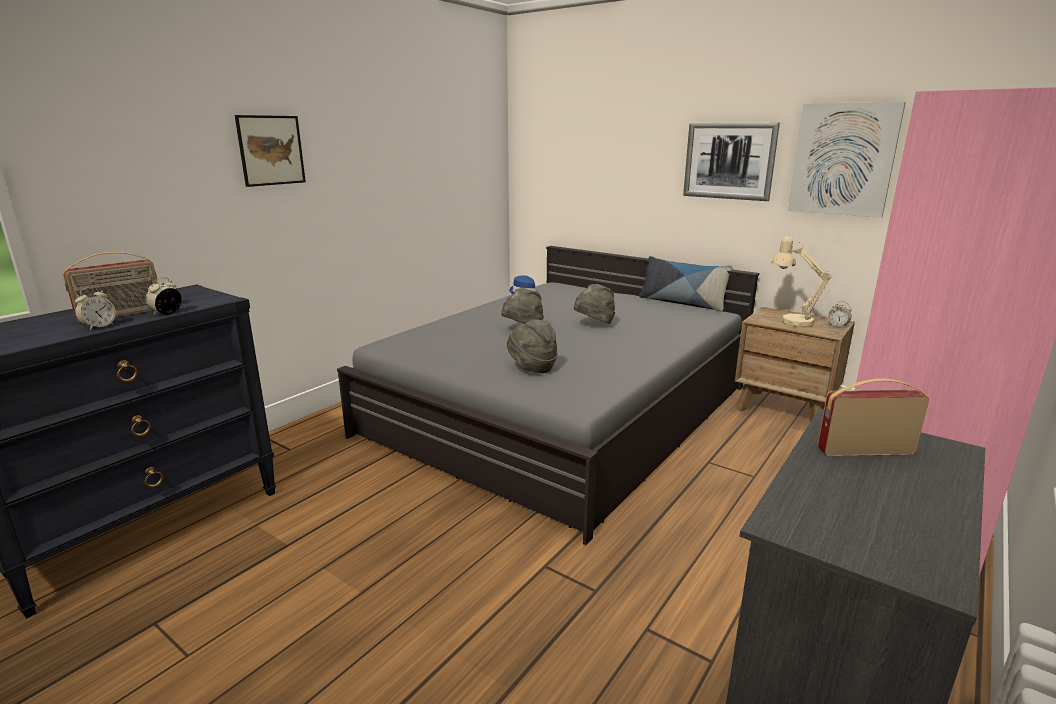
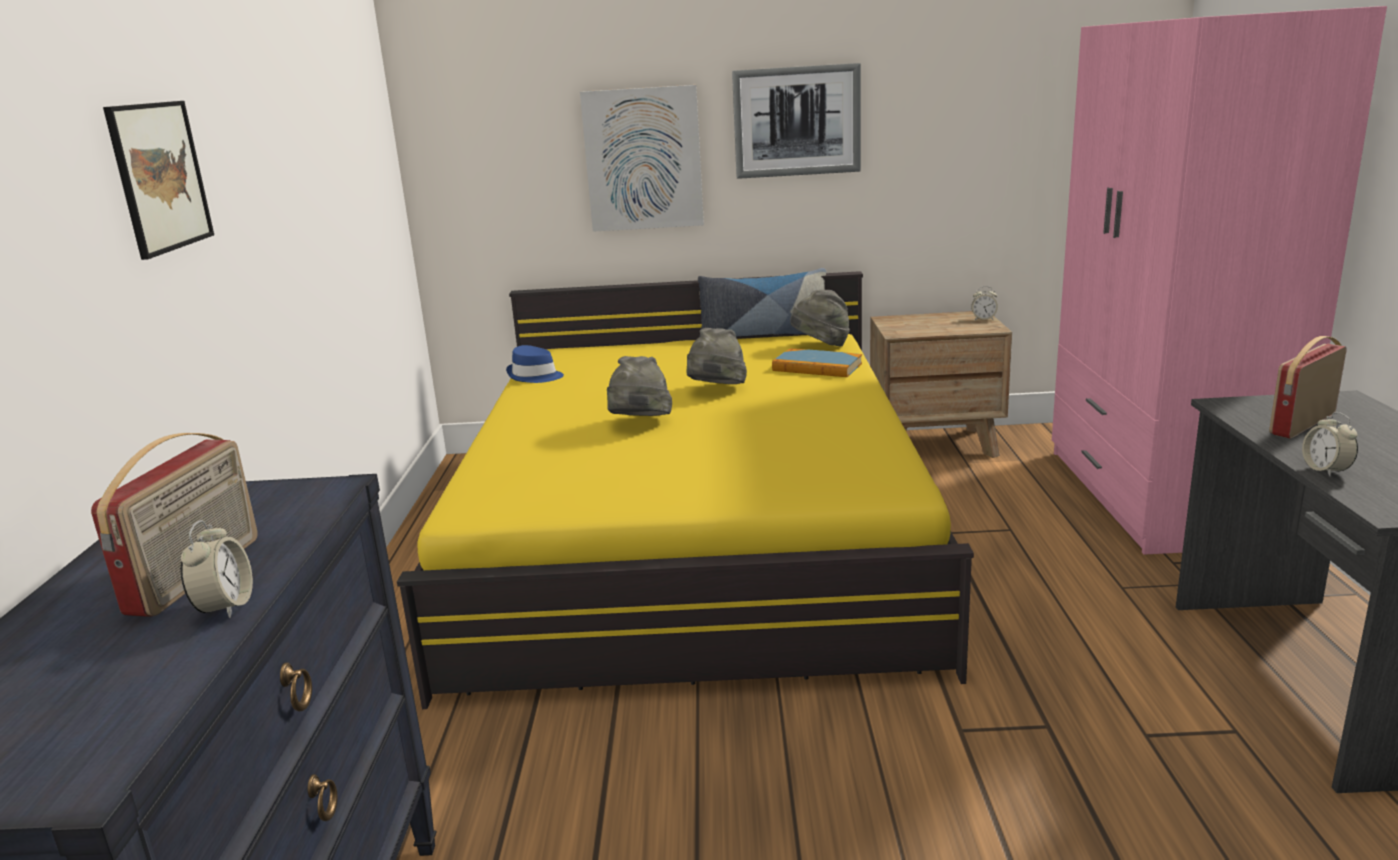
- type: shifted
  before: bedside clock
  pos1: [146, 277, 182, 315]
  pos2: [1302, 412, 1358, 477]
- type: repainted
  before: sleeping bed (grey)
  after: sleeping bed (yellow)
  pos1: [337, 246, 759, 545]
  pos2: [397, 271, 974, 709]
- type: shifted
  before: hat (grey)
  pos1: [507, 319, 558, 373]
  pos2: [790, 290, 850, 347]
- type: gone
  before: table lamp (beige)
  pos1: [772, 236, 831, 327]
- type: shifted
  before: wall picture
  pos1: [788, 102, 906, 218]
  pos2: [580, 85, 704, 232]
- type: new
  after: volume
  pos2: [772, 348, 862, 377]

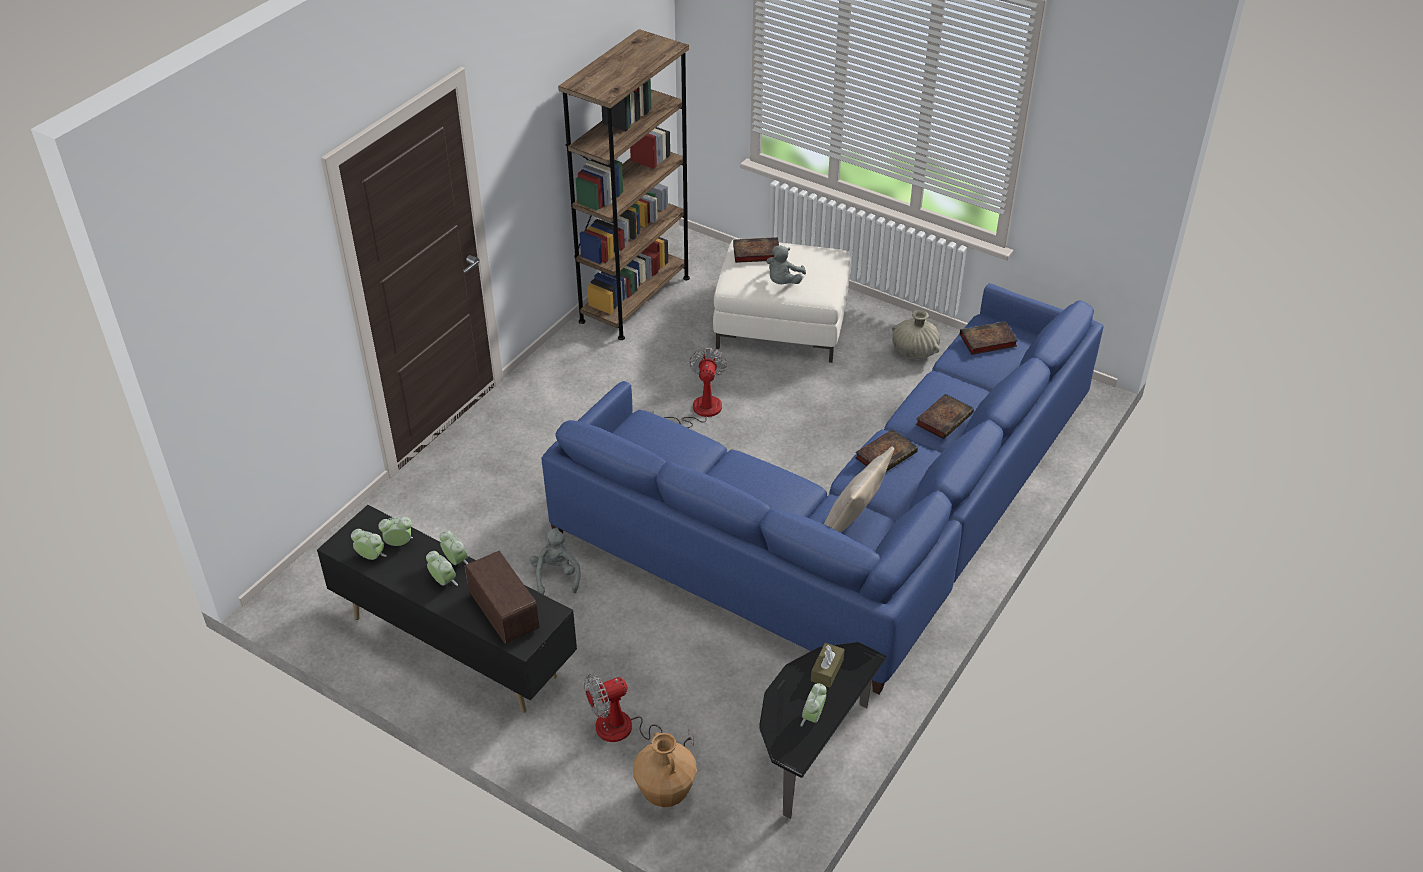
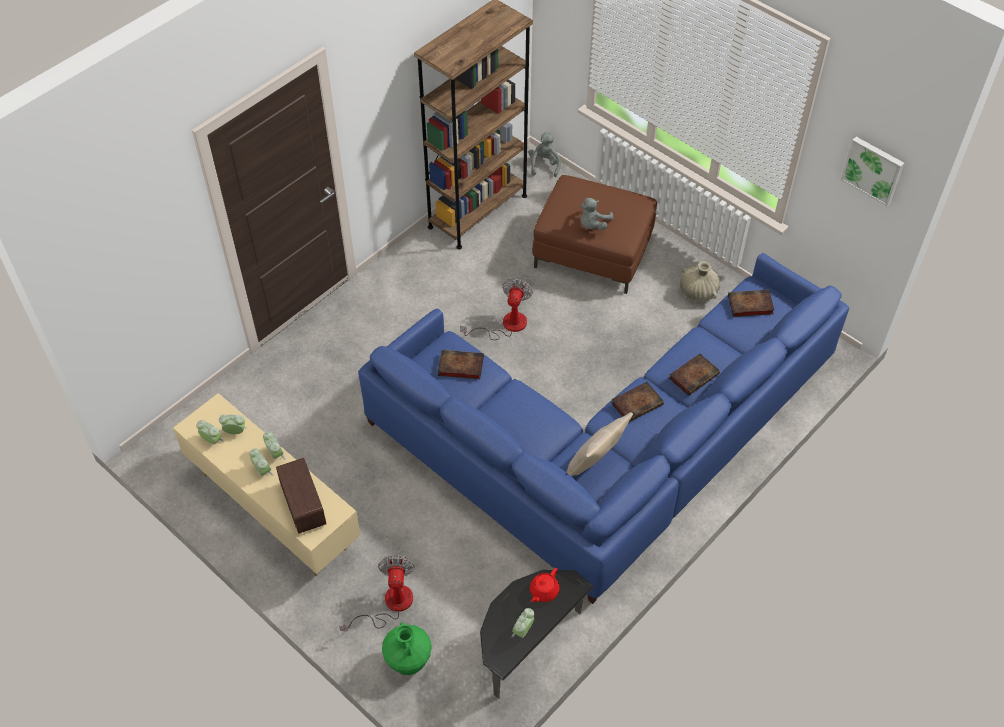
- type: repainted
  before: media console (blackish)
  after: media console (beige)
  pos1: [317, 505, 577, 713]
  pos2: [173, 393, 361, 576]
- type: shifted
  before: cuddly toy (grey)
  pos1: [530, 527, 581, 594]
  pos2: [528, 132, 561, 177]
- type: rotated
  before: fan
  pos1: [584, 674, 693, 747]
  pos2: [339, 555, 415, 631]
  turn: 105
- type: repainted
  before: vase (brown)
  after: vase (greenish)
  pos1: [633, 732, 697, 807]
  pos2: [382, 622, 432, 675]
- type: repainted
  before: pouffe (white-coloured)
  after: pouffe (brown)
  pos1: [713, 240, 850, 363]
  pos2: [532, 175, 657, 294]
- type: shifted
  before: volume
  pos1: [733, 237, 779, 263]
  pos2: [438, 350, 484, 379]
- type: swapped
  before: tissue holder (brown)
  after: pot for tea (red)
  pos1: [811, 643, 845, 688]
  pos2: [530, 568, 559, 602]
- type: new
  after: wall picture
  pos2: [841, 137, 904, 206]

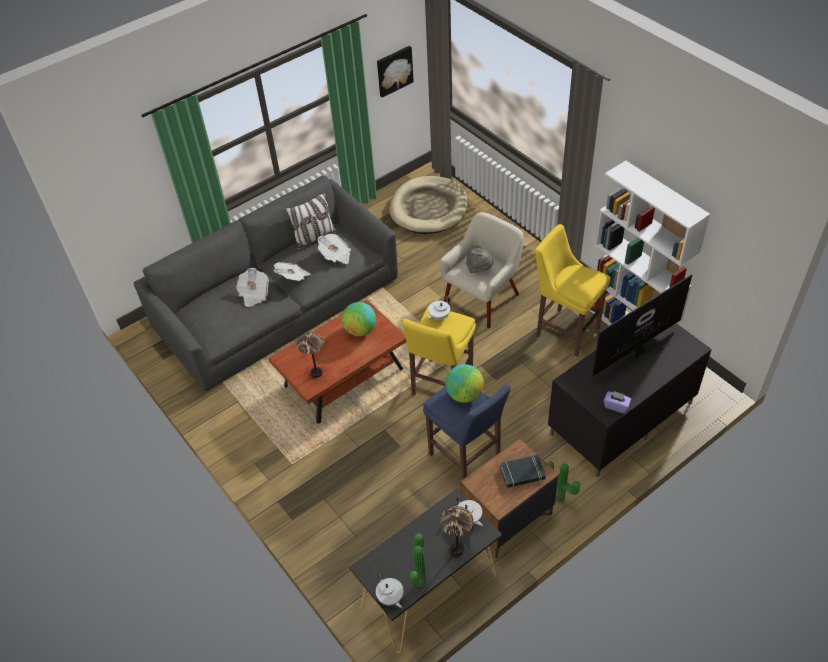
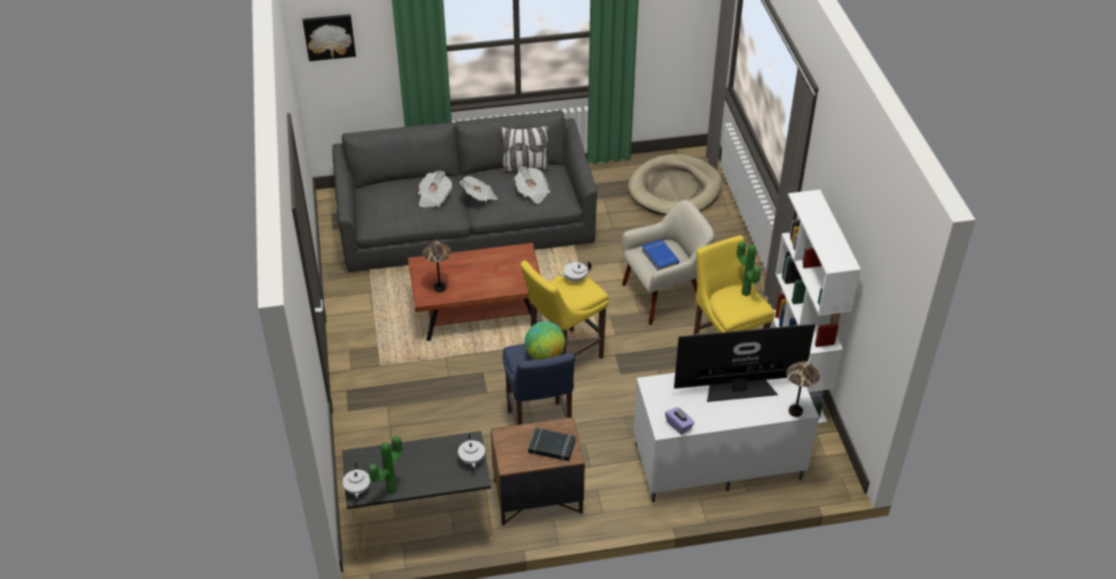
- type: gone
  before: globe
  pos1: [342, 302, 376, 336]
- type: shifted
  before: wall picture
  pos1: [377, 46, 414, 98]
  pos2: [303, 14, 356, 61]
- type: shifted
  before: table lamp
  pos1: [440, 506, 474, 555]
  pos2: [786, 361, 820, 417]
- type: swapped
  before: hat (grey)
  after: volume (blue-coloured)
  pos1: [466, 245, 494, 273]
  pos2: [642, 239, 679, 271]
- type: shifted
  before: plant in a pot
  pos1: [547, 461, 580, 503]
  pos2: [737, 241, 761, 296]
- type: repainted
  before: media console (blackish)
  after: media console (white-coloured)
  pos1: [548, 323, 712, 477]
  pos2: [633, 373, 819, 502]

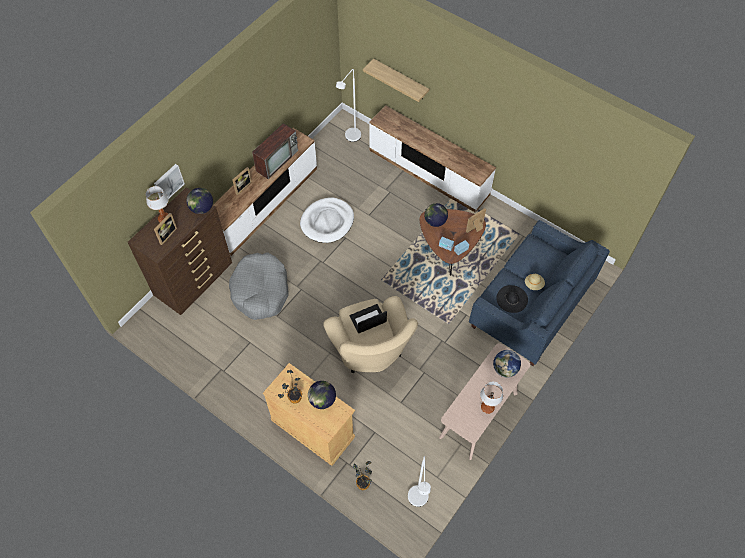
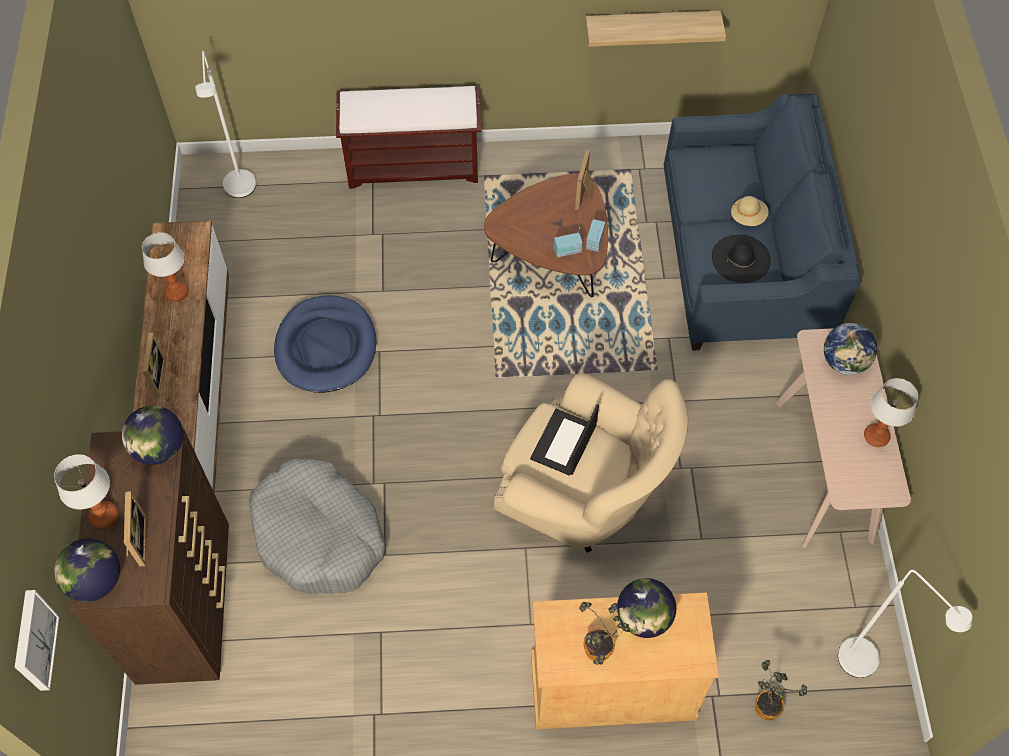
- type: shifted
  before: wall picture
  pos1: [154, 164, 185, 199]
  pos2: [15, 590, 59, 691]
- type: swapped
  before: TV
  after: table lamp
  pos1: [252, 123, 298, 179]
  pos2: [142, 232, 189, 302]
- type: repainted
  before: pet bed (white-coloured)
  after: pet bed (blue-coloured)
  pos1: [300, 198, 354, 243]
  pos2: [274, 295, 377, 393]
- type: shifted
  before: wall shelf
  pos1: [363, 59, 429, 102]
  pos2: [586, 11, 726, 47]
- type: swapped
  before: media console
  after: bench (brown)
  pos1: [369, 105, 496, 213]
  pos2: [336, 86, 482, 189]
- type: shifted
  before: globe
  pos1: [424, 203, 448, 227]
  pos2: [54, 538, 120, 602]

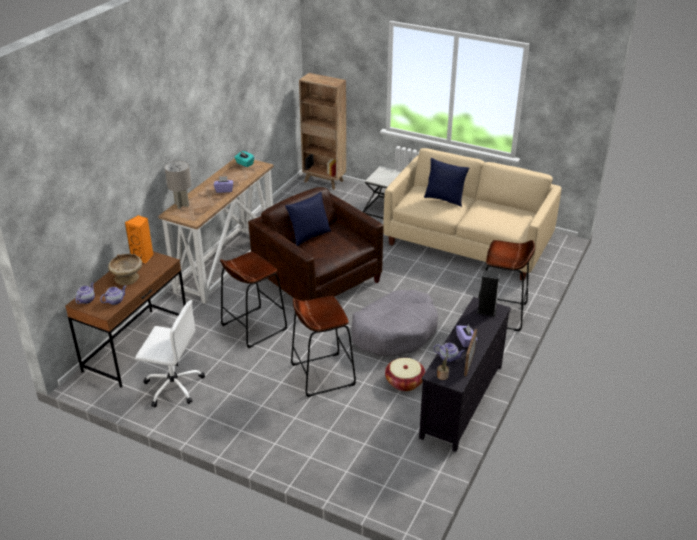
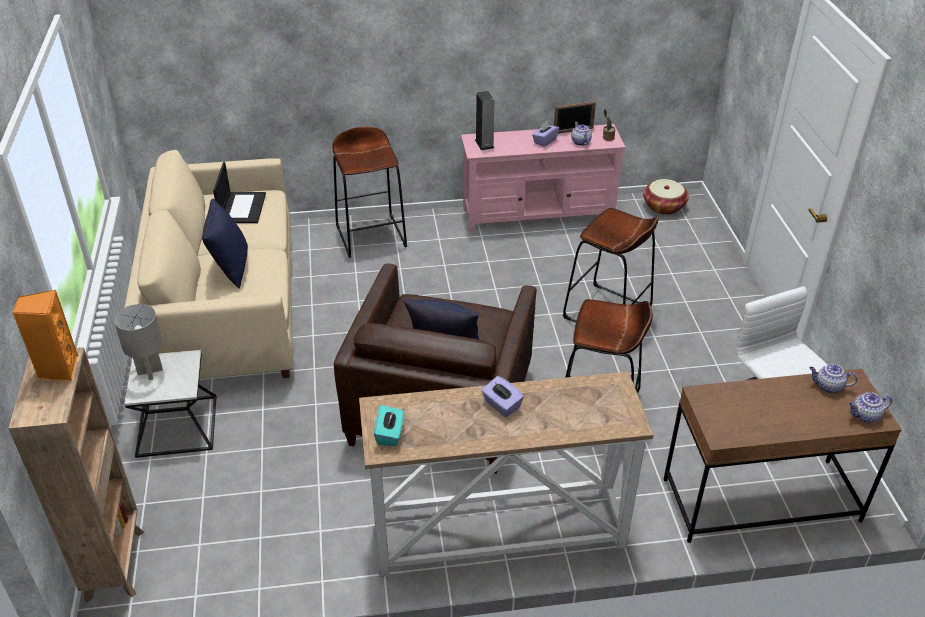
- type: gone
  before: bowl (beige)
  pos1: [108, 254, 142, 285]
- type: shifted
  before: audio speaker (orange)
  pos1: [125, 215, 154, 263]
  pos2: [12, 290, 78, 381]
- type: shifted
  before: table lamp (grey)
  pos1: [165, 161, 191, 209]
  pos2: [114, 304, 163, 380]
- type: gone
  before: pet bed (grey)
  pos1: [351, 289, 438, 356]
- type: shifted
  before: household basket
  pos1: [385, 358, 425, 391]
  pos2: [643, 179, 689, 215]
- type: repainted
  before: media console (blackish)
  after: media console (pink-coloured)
  pos1: [419, 297, 511, 452]
  pos2: [461, 124, 625, 232]
- type: new
  after: notebook computer
  pos2: [213, 162, 266, 223]

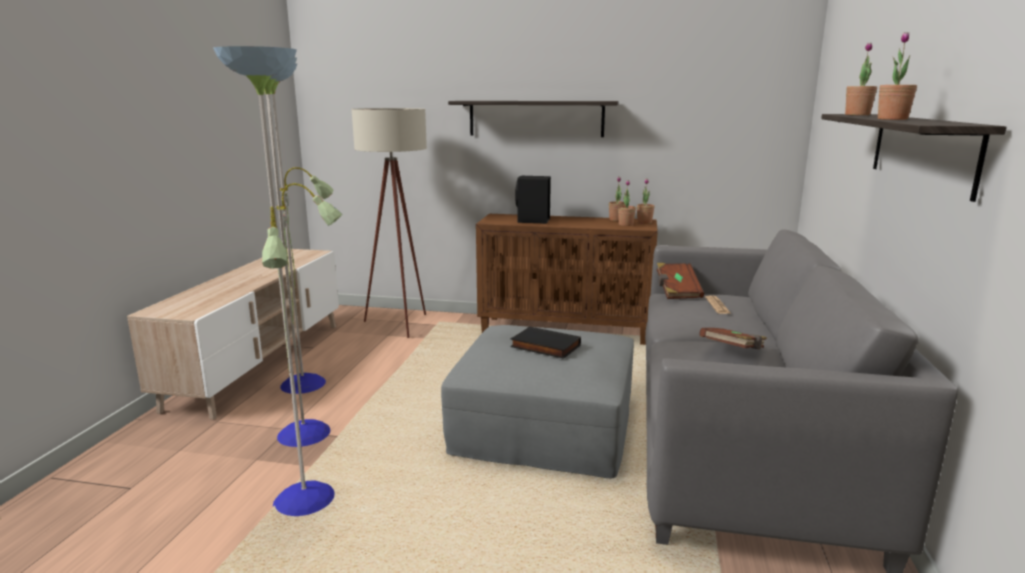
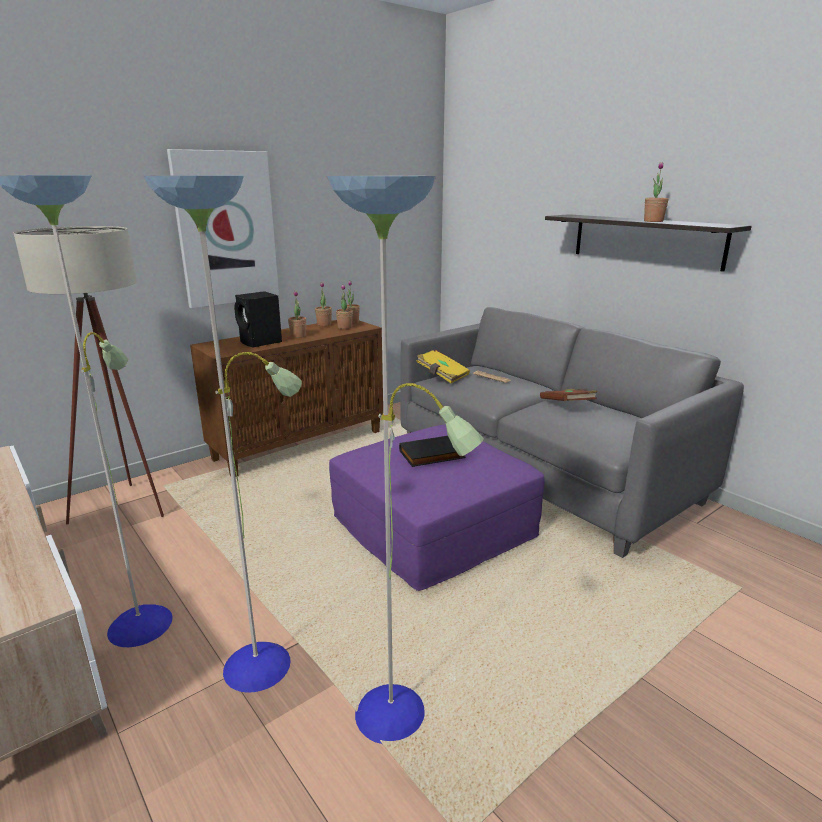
- type: repainted
  before: pouffe (grey)
  after: pouffe (purple)
  pos1: [441, 325, 634, 478]
  pos2: [329, 425, 545, 591]
- type: swapped
  before: wall shelf
  after: wall picture
  pos1: [448, 101, 619, 137]
  pos2: [167, 149, 279, 308]
- type: repainted
  before: volume (brown)
  after: volume (yellow)
  pos1: [657, 263, 704, 299]
  pos2: [416, 349, 470, 383]
- type: shifted
  before: plant in a pot
  pos1: [845, 42, 877, 115]
  pos2: [288, 291, 306, 338]

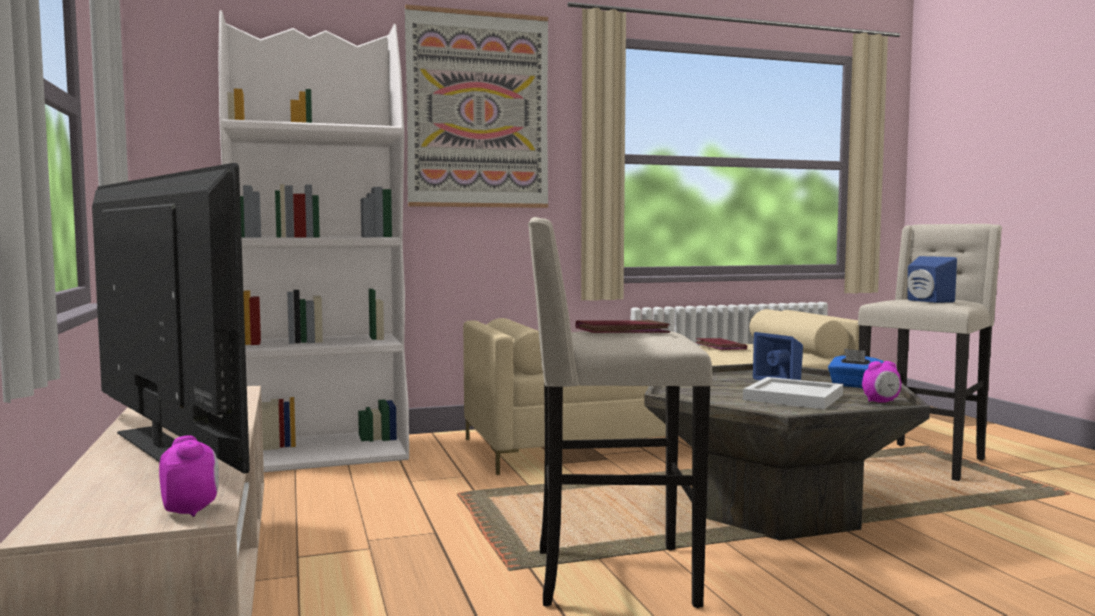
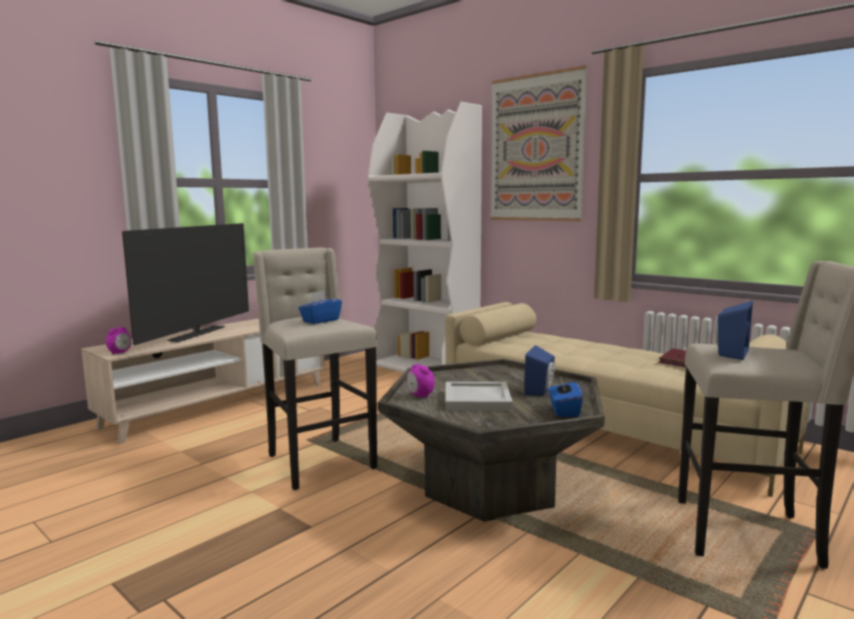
- type: swapped
  before: volume (red)
  after: tissue holder (blue-coloured)
  pos1: [576, 320, 670, 333]
  pos2: [299, 291, 342, 324]
- type: shifted
  before: bedside clock
  pos1: [862, 361, 901, 403]
  pos2: [407, 364, 435, 398]

